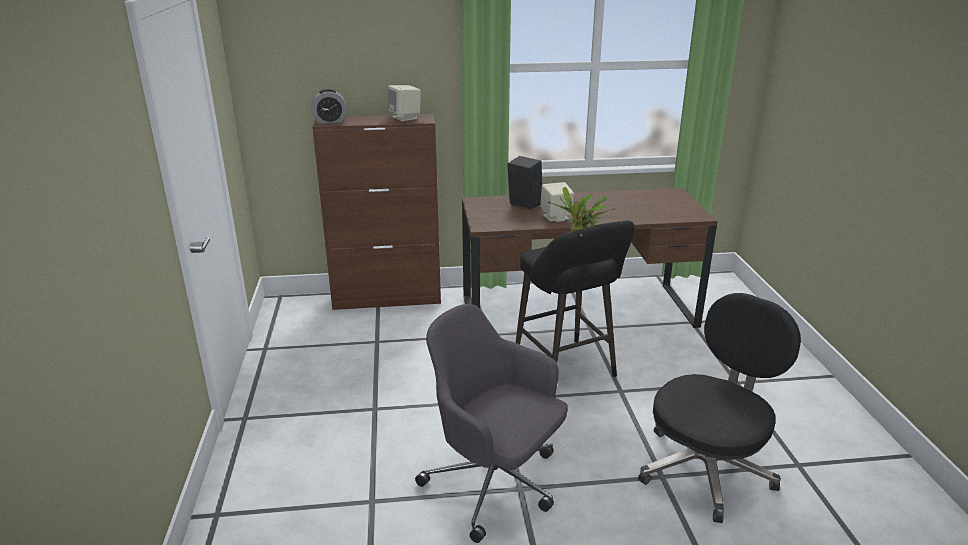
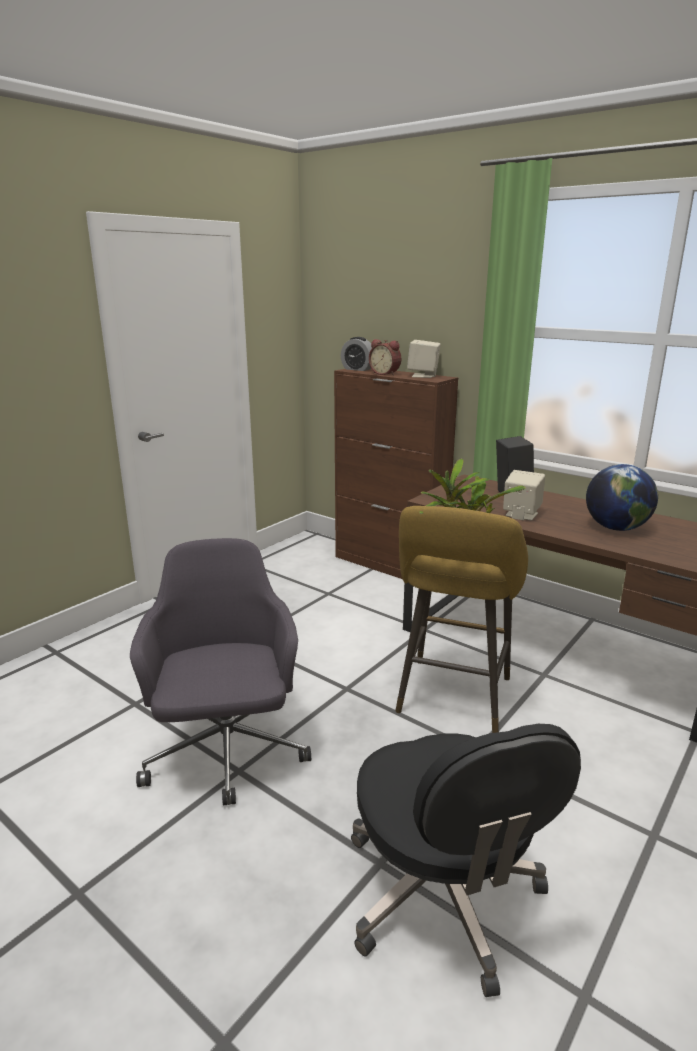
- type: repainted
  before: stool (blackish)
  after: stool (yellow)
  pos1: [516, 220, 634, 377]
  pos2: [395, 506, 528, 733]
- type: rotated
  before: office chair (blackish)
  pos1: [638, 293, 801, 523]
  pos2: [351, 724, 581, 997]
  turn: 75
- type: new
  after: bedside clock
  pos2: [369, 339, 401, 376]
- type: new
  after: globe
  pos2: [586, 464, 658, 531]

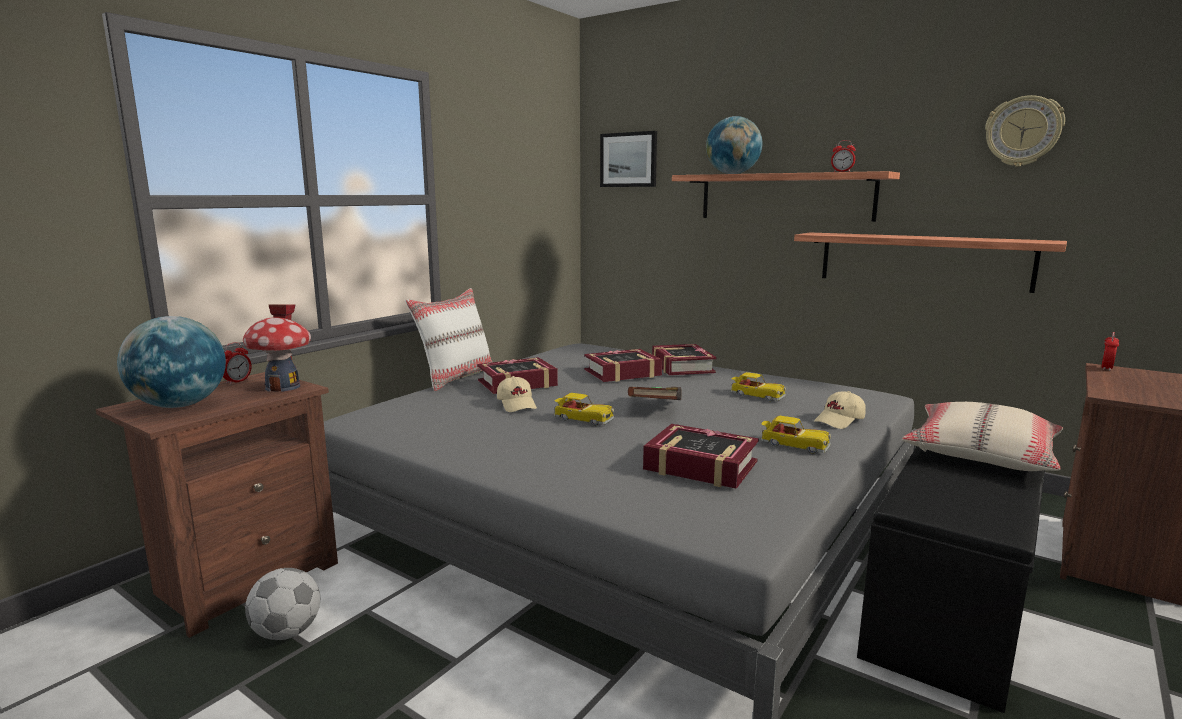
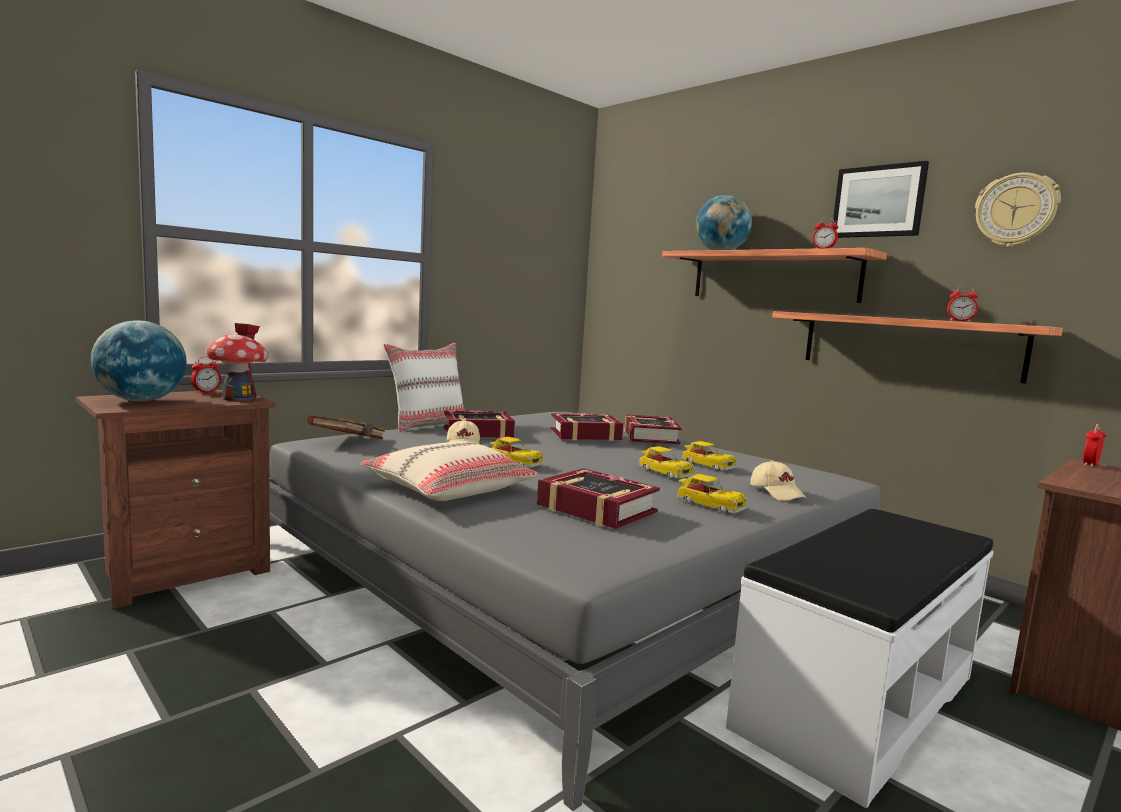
- type: gone
  before: ball for football
  pos1: [245, 568, 320, 640]
- type: shifted
  before: wall picture
  pos1: [600, 131, 657, 187]
  pos2: [833, 161, 929, 238]
- type: shifted
  before: volume (brown)
  pos1: [628, 387, 682, 400]
  pos2: [307, 415, 386, 439]
- type: rotated
  before: cap (beige)
  pos1: [814, 391, 866, 429]
  pos2: [750, 460, 806, 501]
  turn: -90
- type: repainted
  before: bench (blackish)
  after: bench (white-coloured)
  pos1: [857, 446, 1045, 713]
  pos2: [726, 509, 993, 809]
- type: shifted
  before: throw pillow (beige)
  pos1: [902, 402, 1063, 471]
  pos2: [360, 441, 539, 501]
- type: new
  after: toy car
  pos2: [638, 446, 695, 479]
- type: new
  after: bedside clock
  pos2: [947, 286, 978, 322]

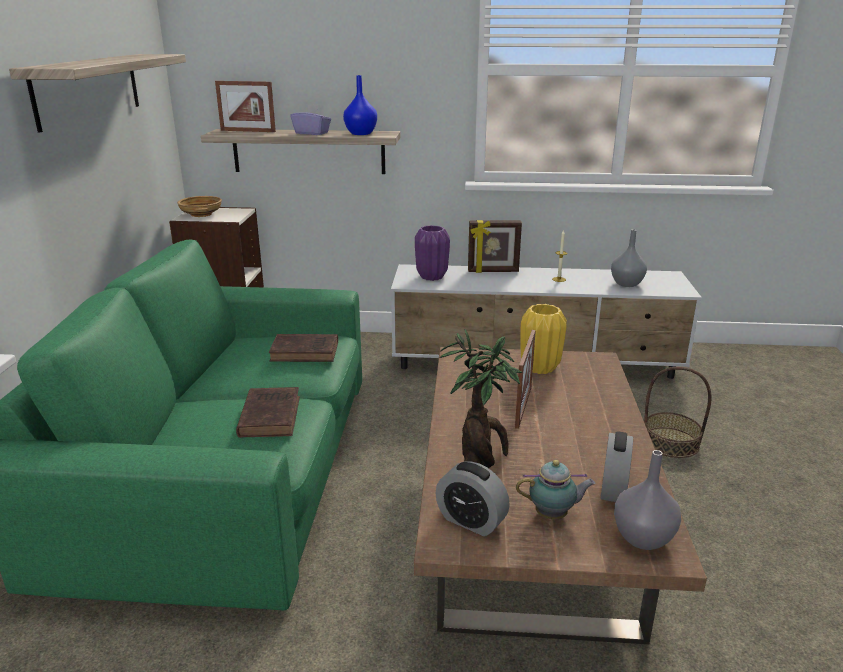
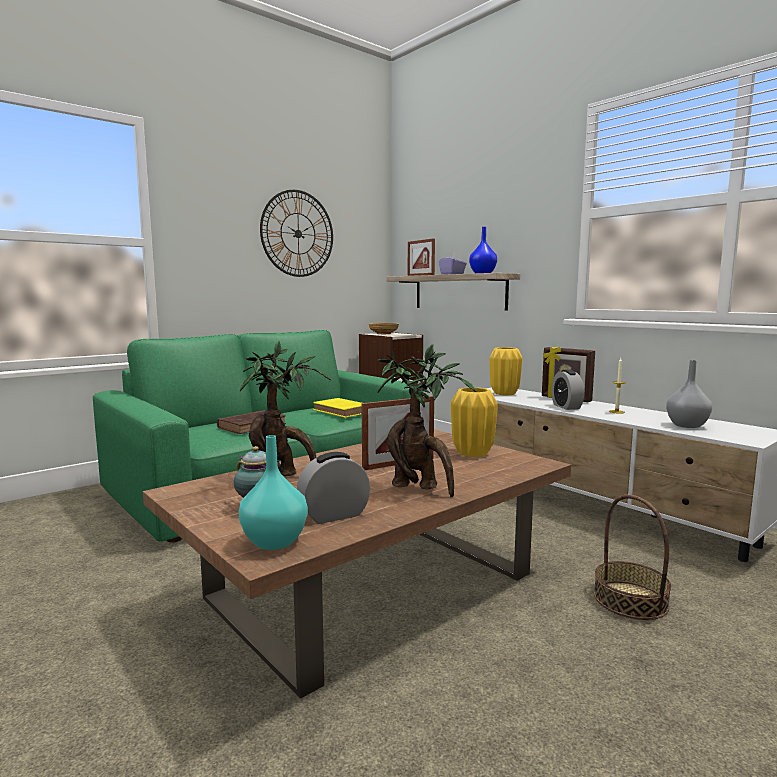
- type: swapped
  before: wall shelf
  after: hanging clock
  pos1: [9, 54, 186, 133]
  pos2: [260, 190, 333, 277]
- type: repainted
  before: volume (brown)
  after: volume (yellow)
  pos1: [269, 334, 338, 362]
  pos2: [313, 398, 362, 418]
- type: repainted
  before: vase (purple)
  after: vase (yellow)
  pos1: [415, 225, 450, 281]
  pos2: [490, 347, 522, 395]
- type: shifted
  before: bedside clock
  pos1: [436, 461, 510, 536]
  pos2: [551, 370, 584, 410]
- type: repainted
  before: vase (grey)
  after: vase (turquoise-coloured)
  pos1: [614, 450, 681, 550]
  pos2: [239, 435, 308, 550]
- type: new
  after: plant in a pot
  pos2: [377, 344, 476, 497]

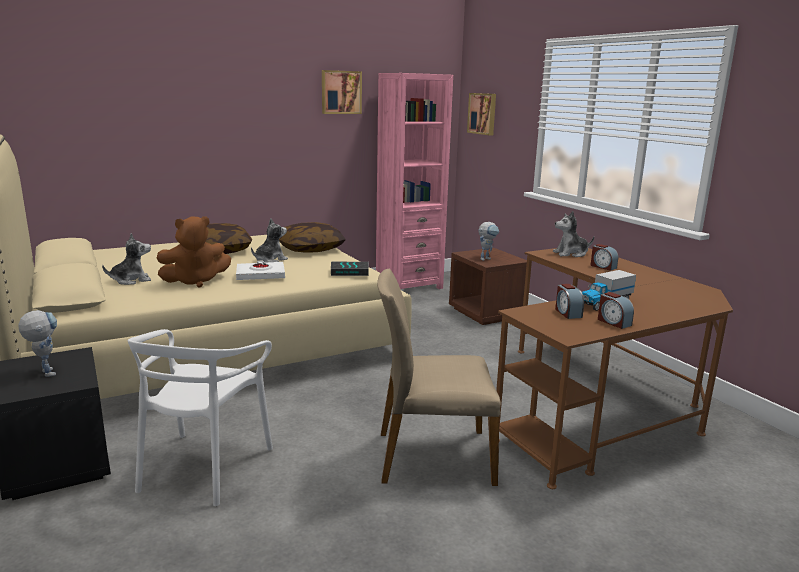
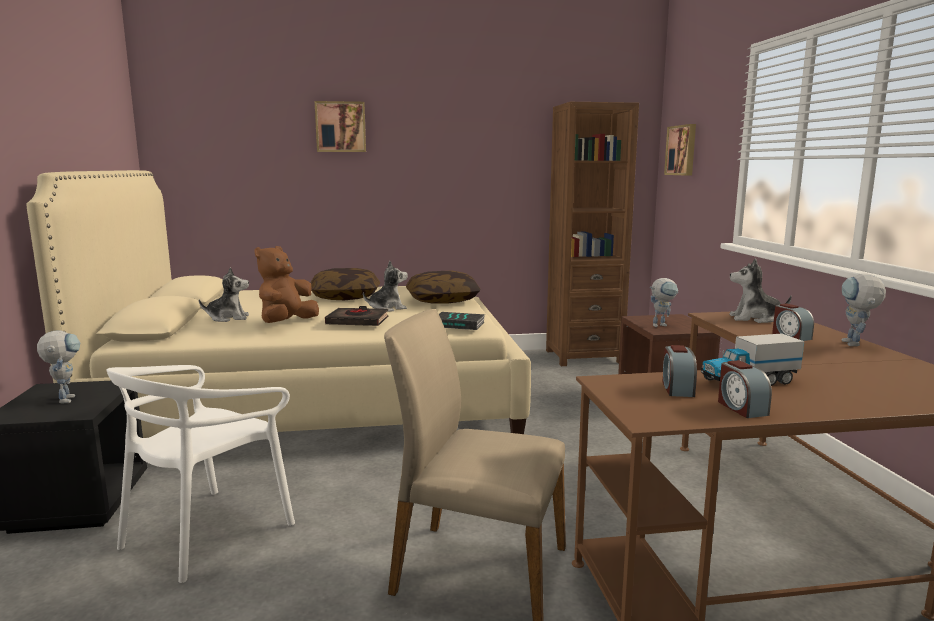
- type: rotated
  before: cuddly toy (brown)
  pos1: [157, 216, 231, 288]
  pos2: [255, 246, 319, 323]
  turn: 120
- type: repainted
  before: volume (white-coloured)
  after: volume (blackish)
  pos1: [236, 261, 285, 280]
  pos2: [325, 306, 388, 326]
- type: shifted
  before: wall picture
  pos1: [322, 70, 362, 114]
  pos2: [315, 101, 366, 152]
- type: repainted
  before: bookcase (pink-coloured)
  after: bookcase (brown)
  pos1: [376, 73, 453, 290]
  pos2: [546, 102, 639, 366]
- type: new
  after: robot figure
  pos2: [842, 274, 886, 346]

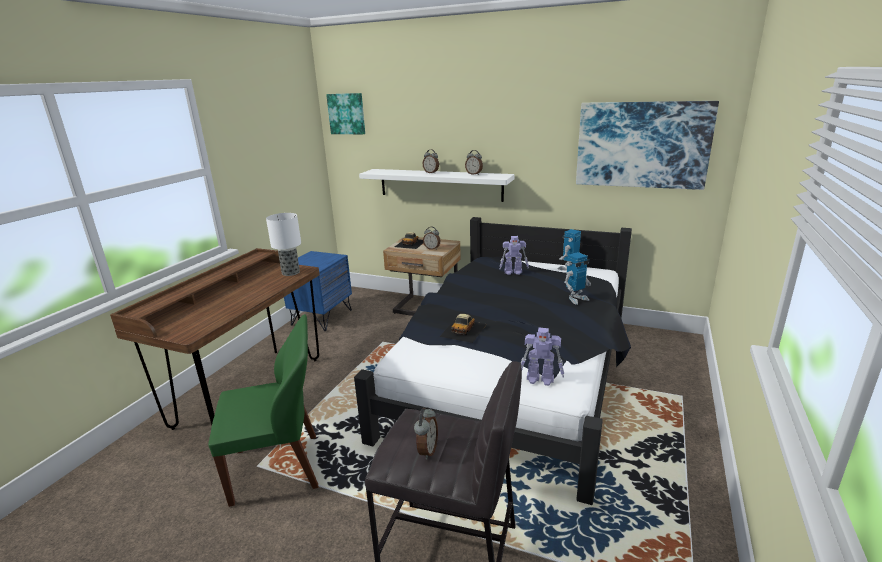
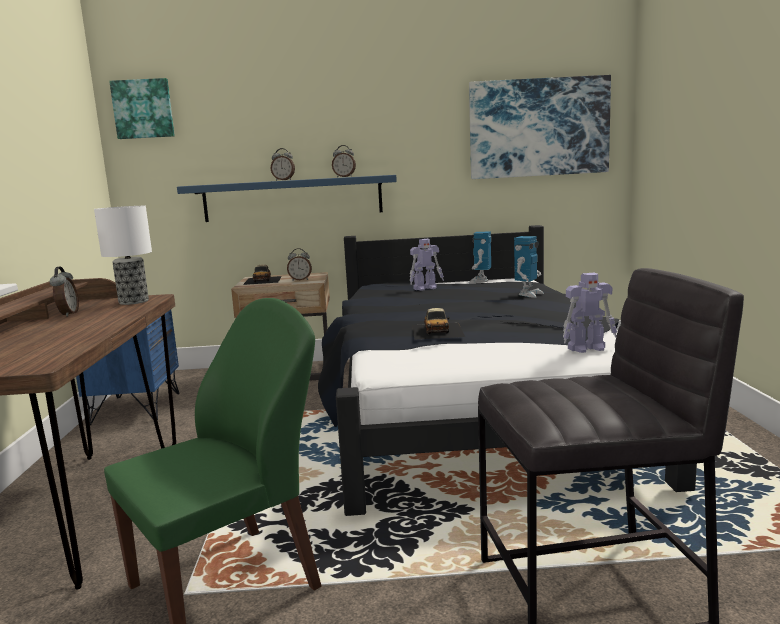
- type: repainted
  before: wall shelf (white-coloured)
  after: wall shelf (blue-coloured)
  pos1: [359, 169, 514, 202]
  pos2: [177, 175, 397, 222]
- type: shifted
  before: bedside clock
  pos1: [414, 407, 438, 460]
  pos2: [50, 267, 79, 317]

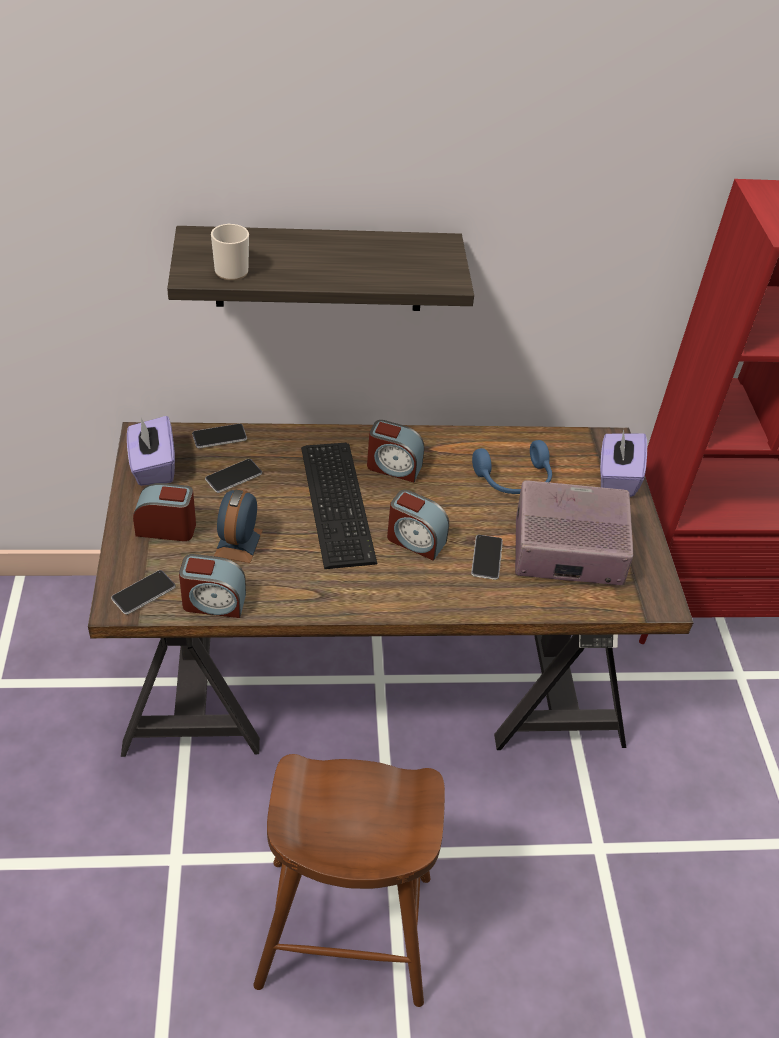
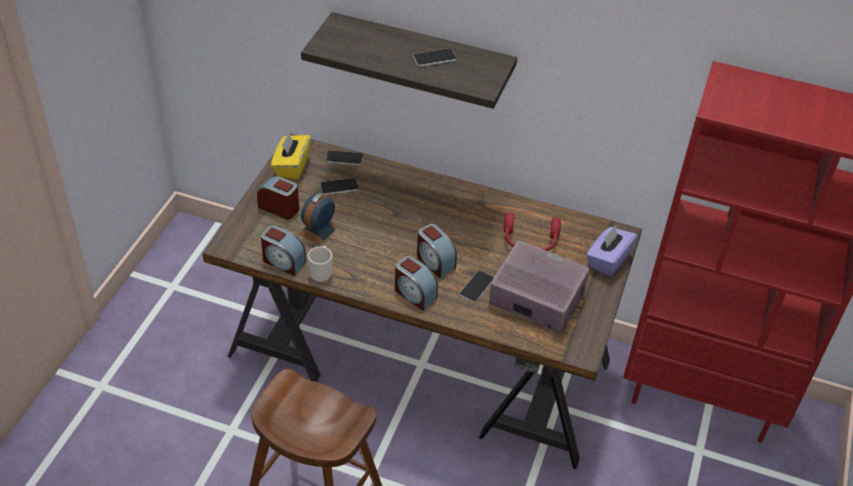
- type: shifted
  before: telephone
  pos1: [111, 570, 176, 615]
  pos2: [413, 48, 457, 67]
- type: repainted
  before: tissue holder (purple)
  after: tissue holder (yellow)
  pos1: [127, 416, 175, 486]
  pos2: [271, 133, 311, 180]
- type: shifted
  before: coffee mug
  pos1: [211, 223, 249, 280]
  pos2: [308, 246, 332, 282]
- type: gone
  before: PC keyboard
  pos1: [301, 443, 377, 569]
- type: shifted
  before: bedside clock
  pos1: [367, 420, 424, 482]
  pos2: [395, 256, 438, 311]
- type: repainted
  before: headphones (blue-coloured)
  after: headphones (red)
  pos1: [472, 440, 552, 494]
  pos2: [504, 212, 561, 251]

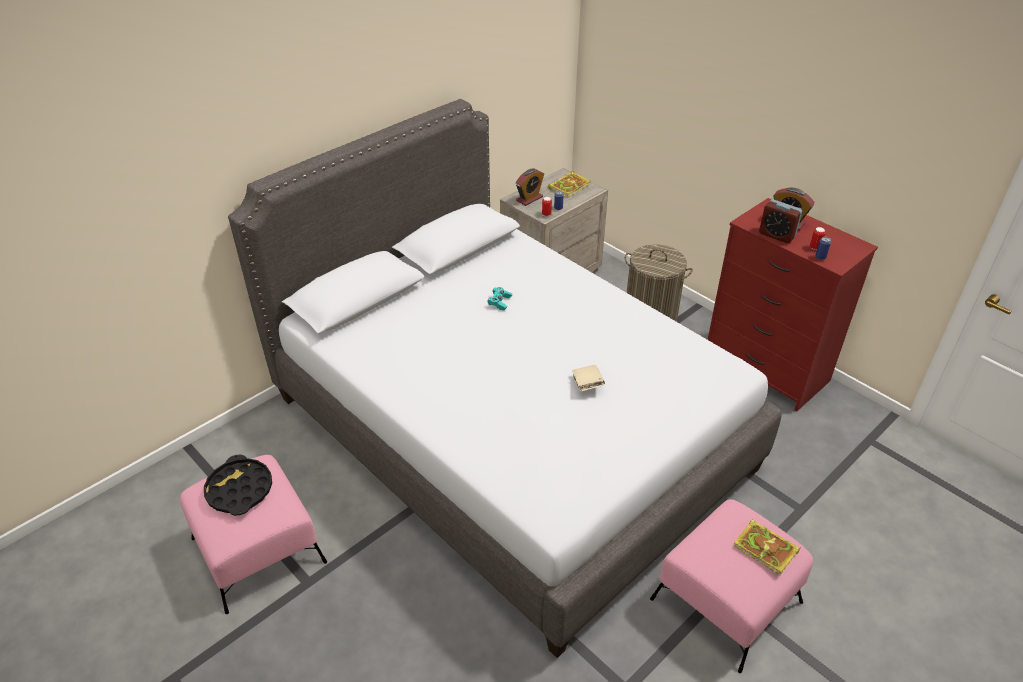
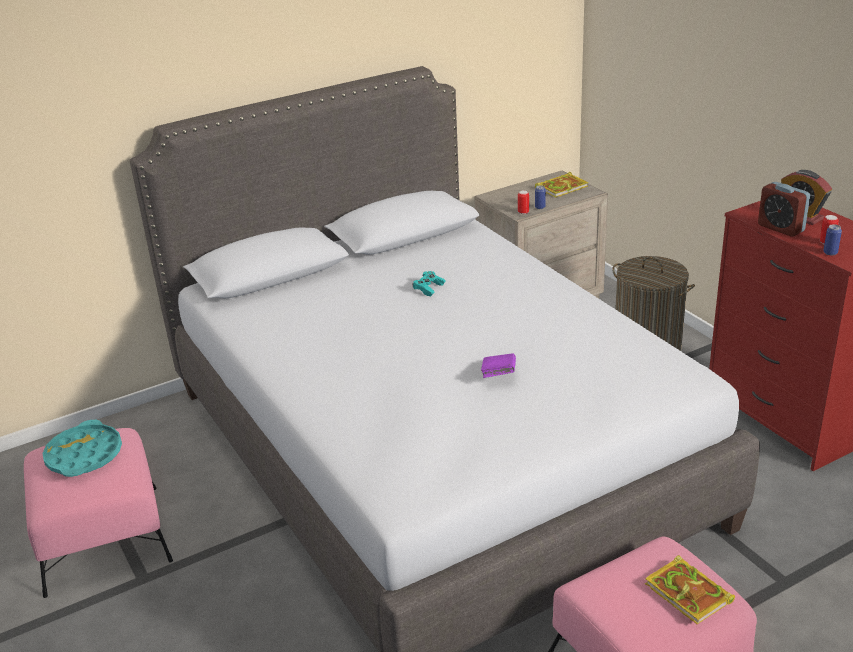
- type: repainted
  before: tray (blackish)
  after: tray (turquoise-coloured)
  pos1: [204, 454, 272, 516]
  pos2: [42, 420, 122, 477]
- type: gone
  before: bedside clock
  pos1: [516, 168, 544, 206]
- type: repainted
  before: volume (beige)
  after: volume (purple)
  pos1: [572, 365, 605, 392]
  pos2: [481, 354, 516, 378]

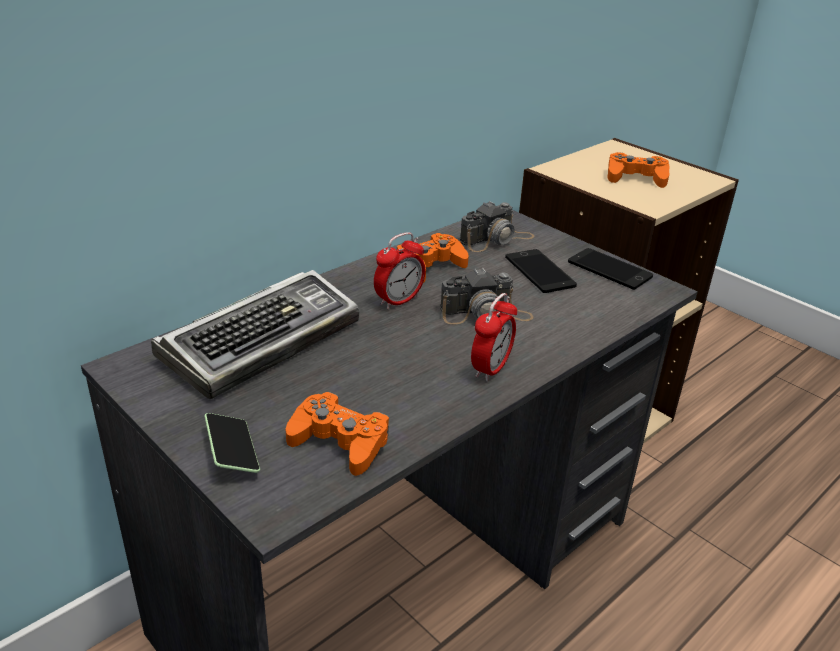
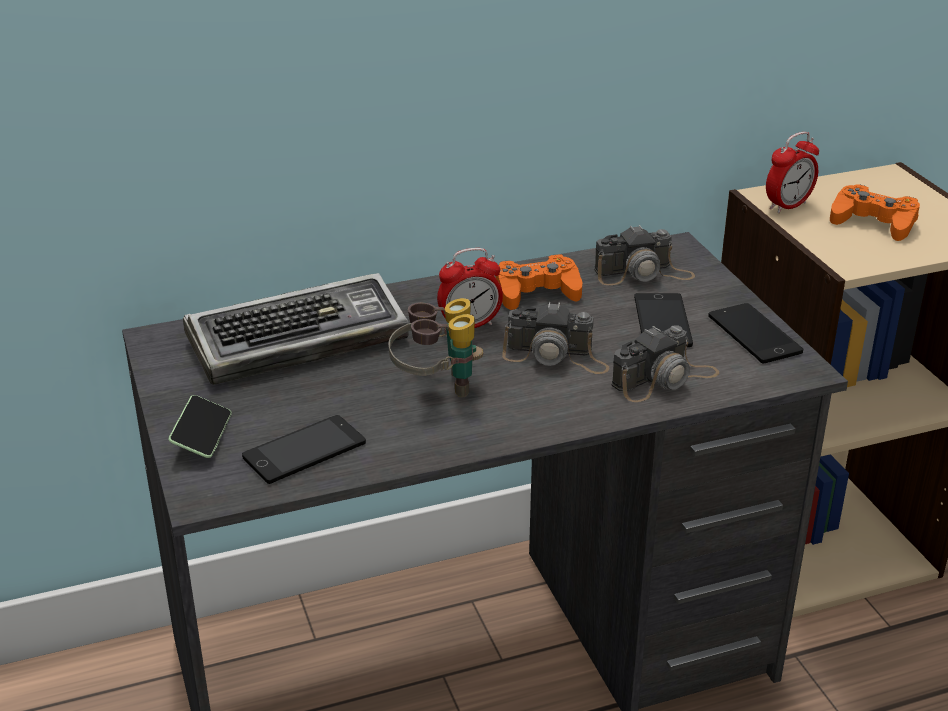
- type: swapped
  before: joypad (orange)
  after: telephone
  pos1: [286, 392, 389, 476]
  pos2: [242, 415, 366, 484]
- type: shifted
  before: bedside clock
  pos1: [471, 293, 517, 382]
  pos2: [766, 132, 819, 213]
- type: new
  after: field glasses
  pos2: [389, 298, 483, 397]
- type: new
  after: still camera
  pos2: [611, 325, 719, 402]

